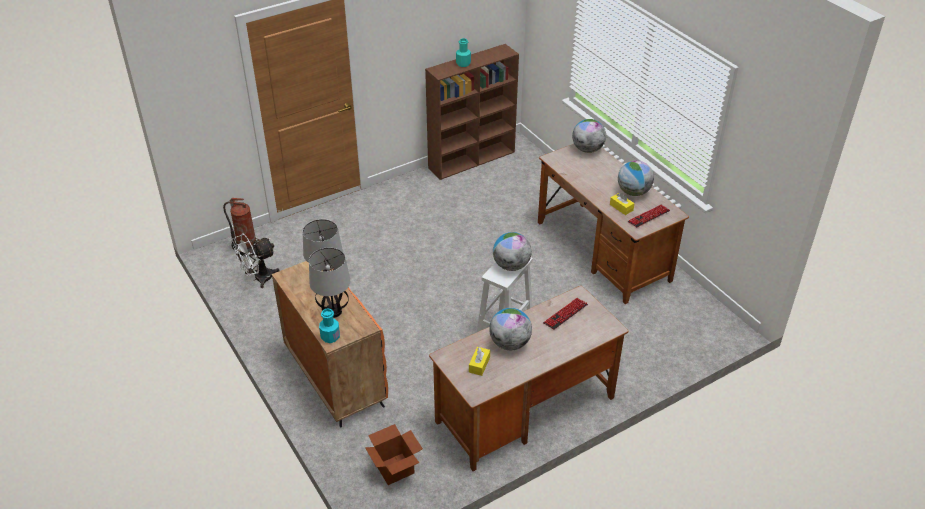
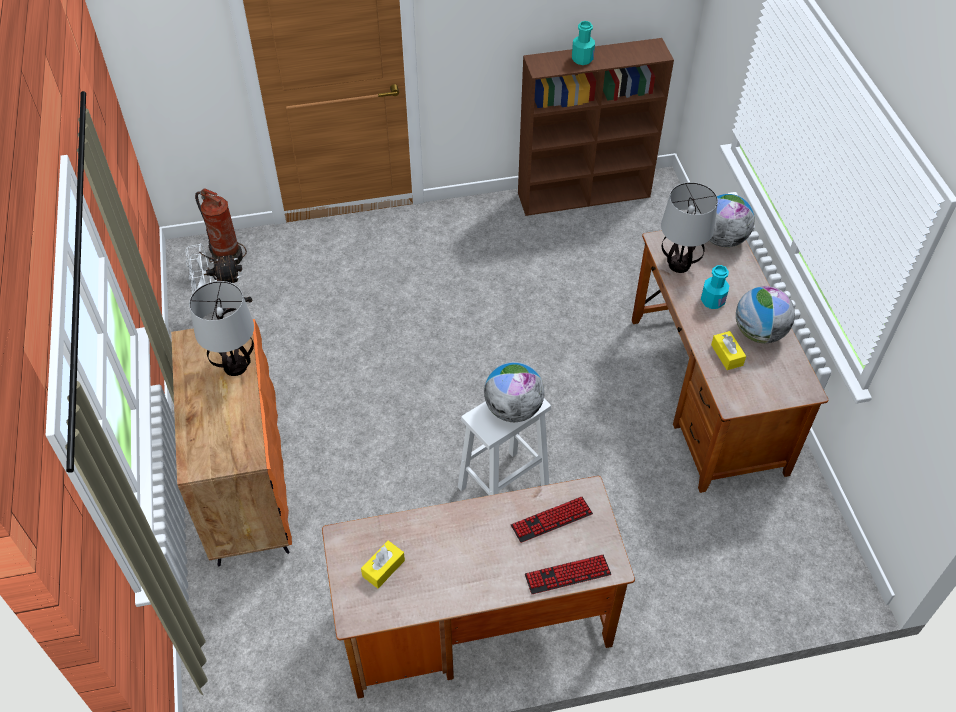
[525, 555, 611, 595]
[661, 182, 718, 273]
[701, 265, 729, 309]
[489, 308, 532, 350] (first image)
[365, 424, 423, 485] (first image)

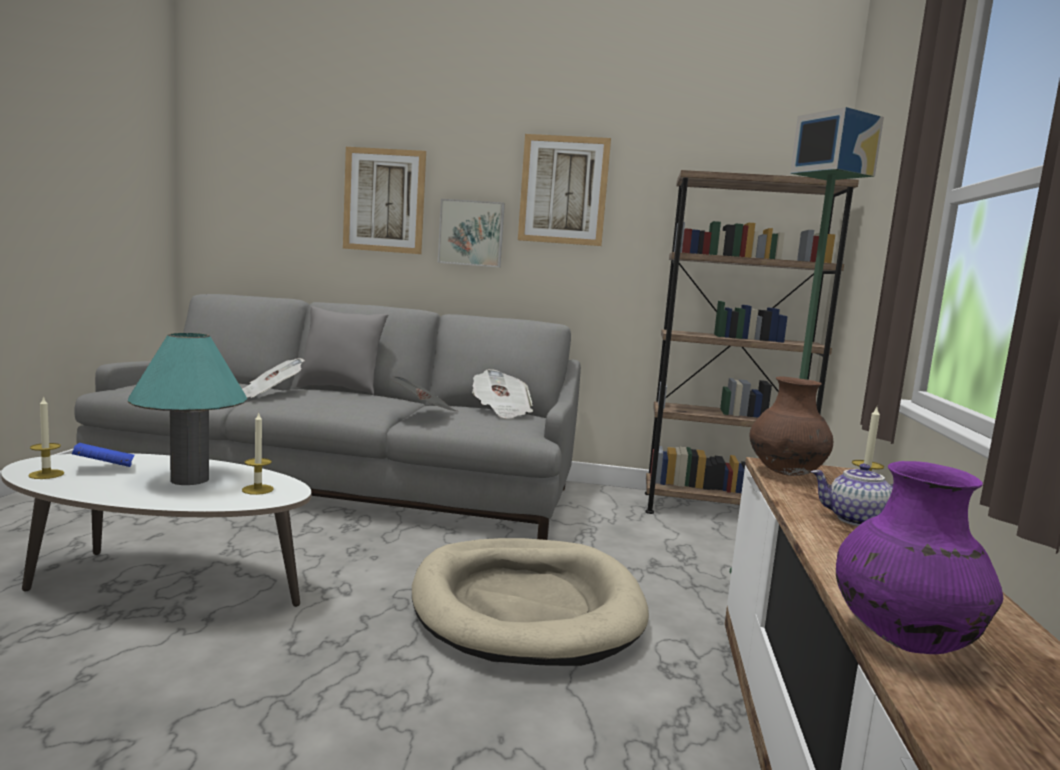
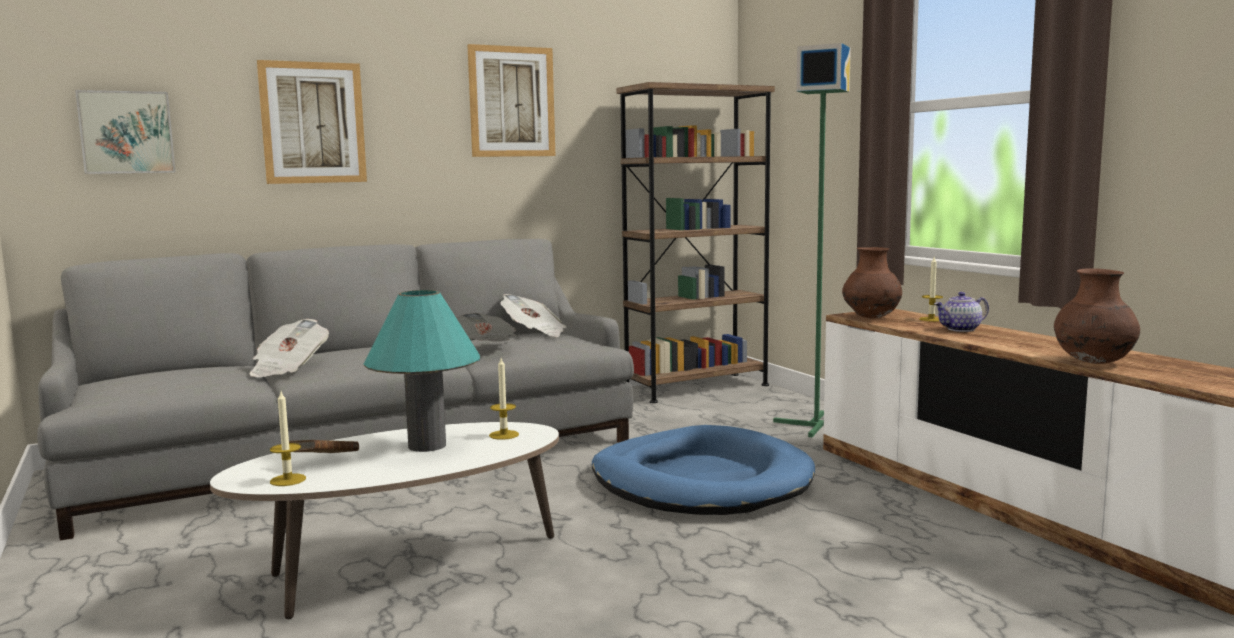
[75, 90, 176, 174]
[296, 306, 388, 395] (first image)
[289, 440, 359, 453]
[1054, 269, 1140, 364]
[592, 425, 815, 515]

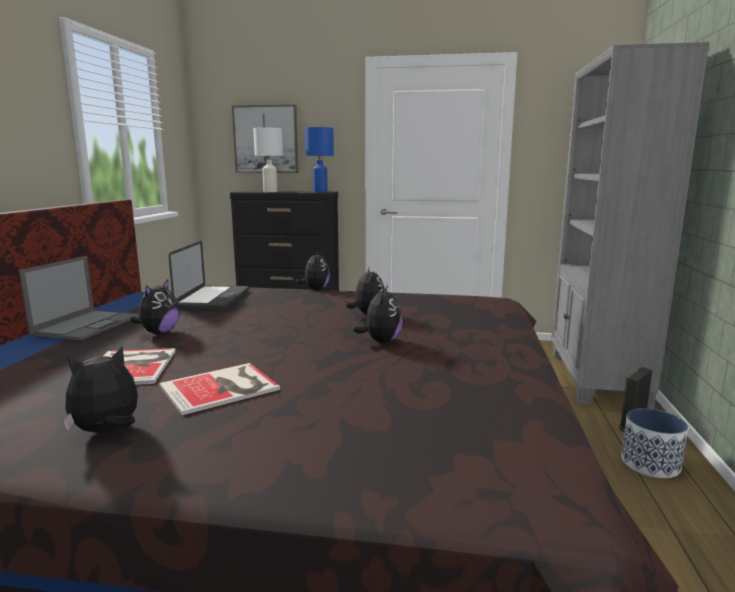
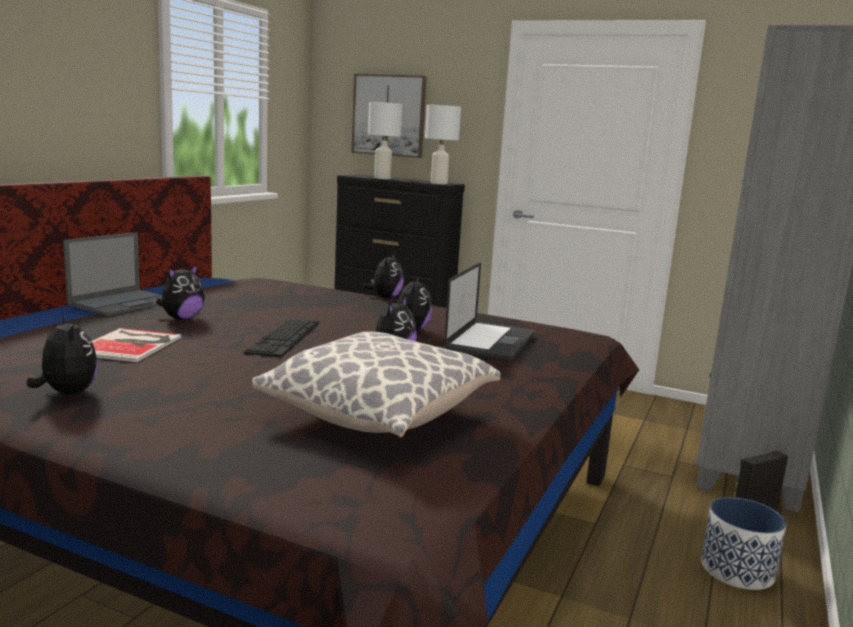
[425, 105, 461, 184]
[445, 262, 535, 361]
[27, 314, 98, 394]
[159, 363, 280, 415] (first image)
[244, 319, 319, 357]
[252, 332, 500, 437]

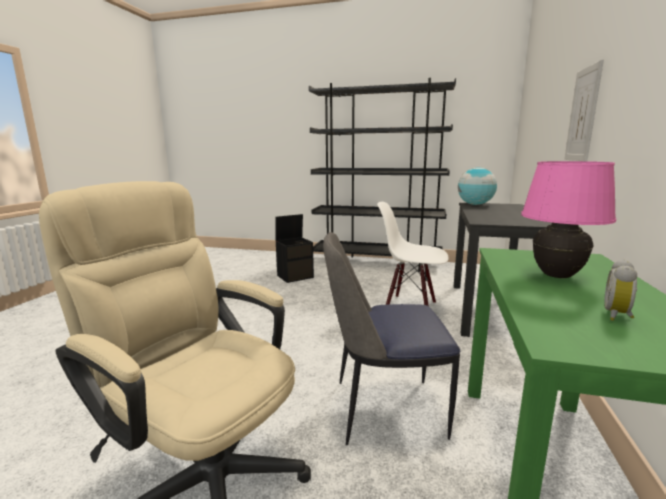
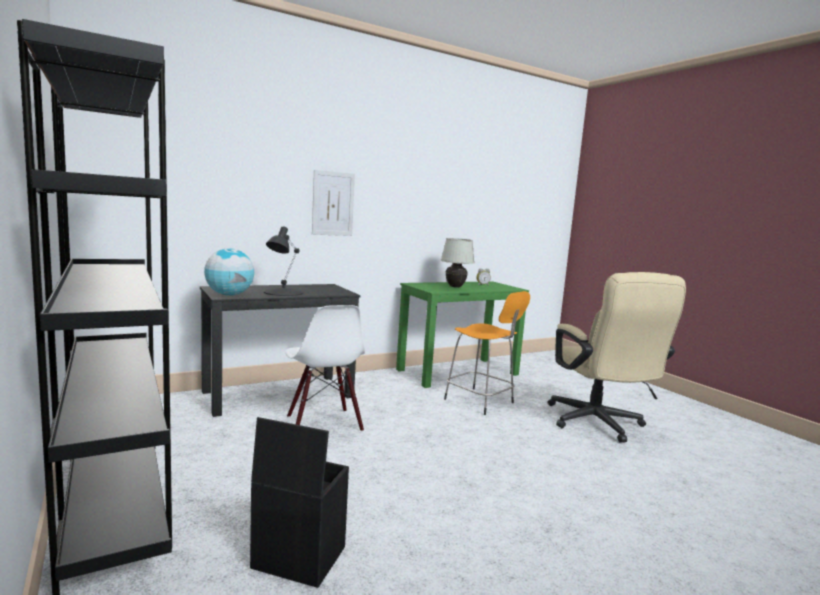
[441, 238, 474, 288]
[444, 291, 530, 415]
[264, 226, 303, 296]

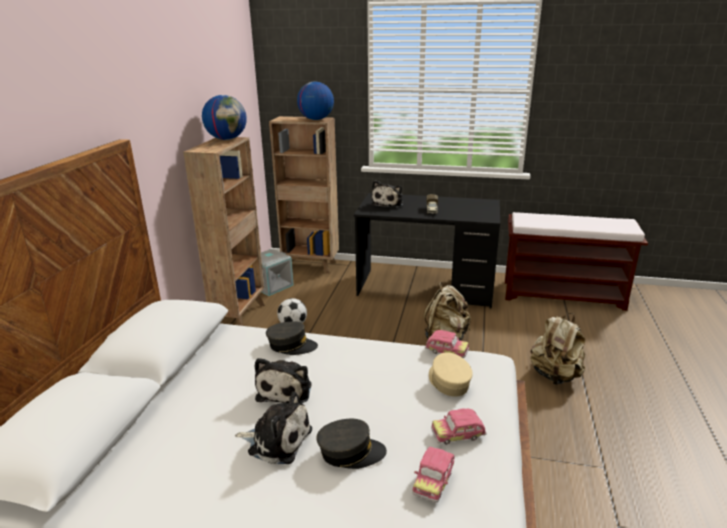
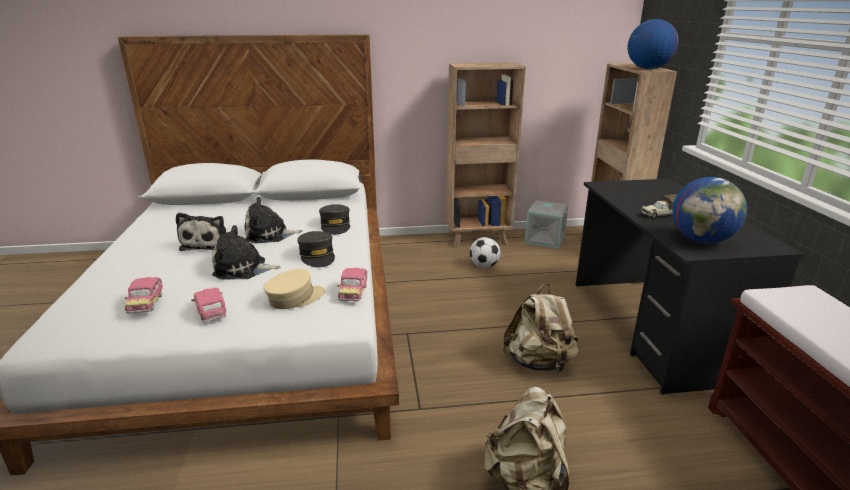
[672, 177, 747, 243]
[212, 225, 281, 280]
[297, 231, 335, 267]
[125, 277, 163, 313]

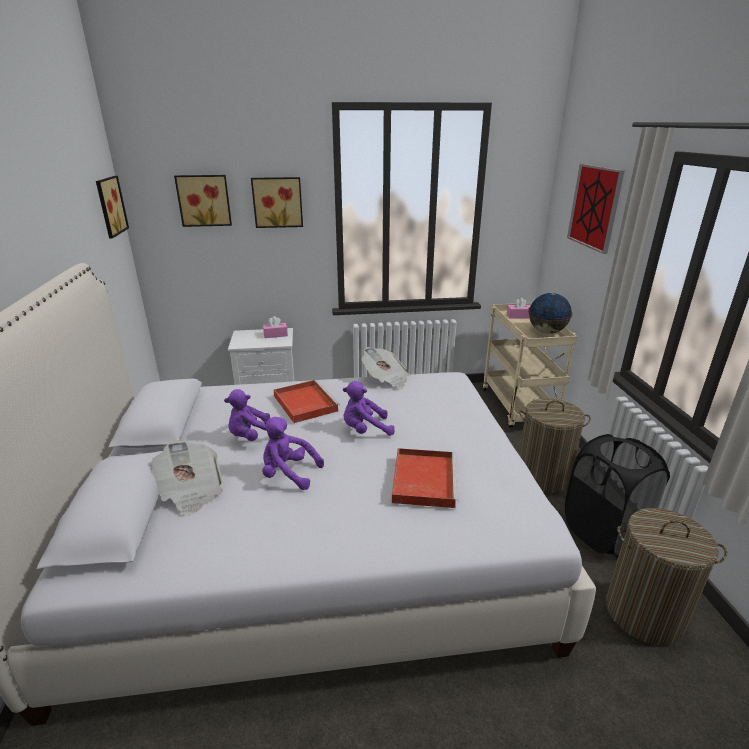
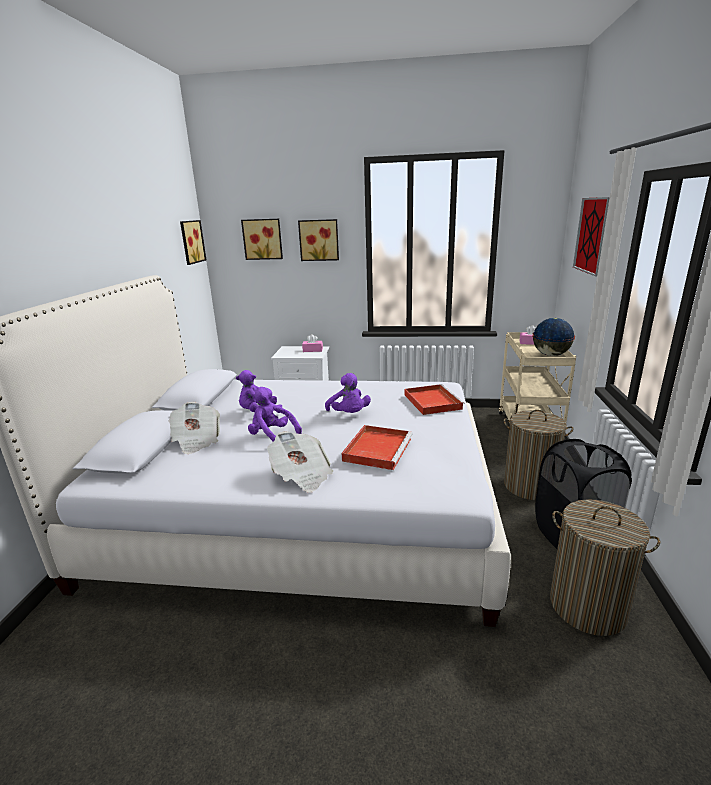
[267, 431, 333, 493]
[404, 384, 465, 415]
[325, 373, 371, 413]

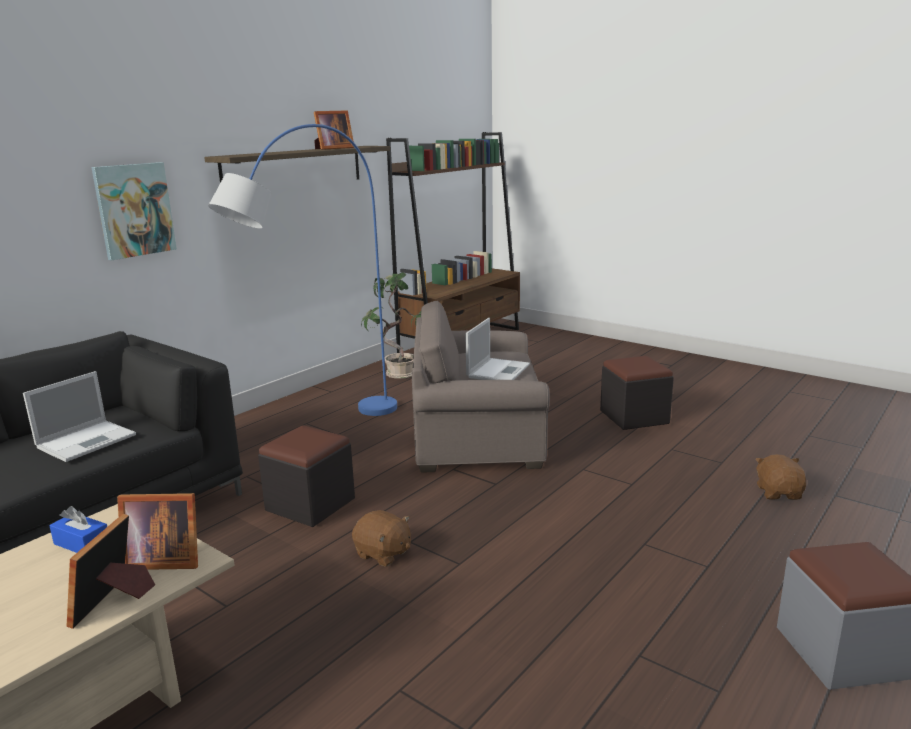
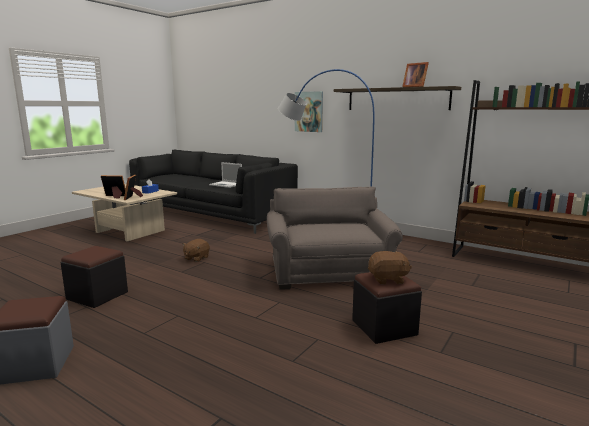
[361, 272, 421, 379] (first image)
[465, 318, 530, 380] (first image)
[61, 246, 128, 308]
[368, 251, 412, 284]

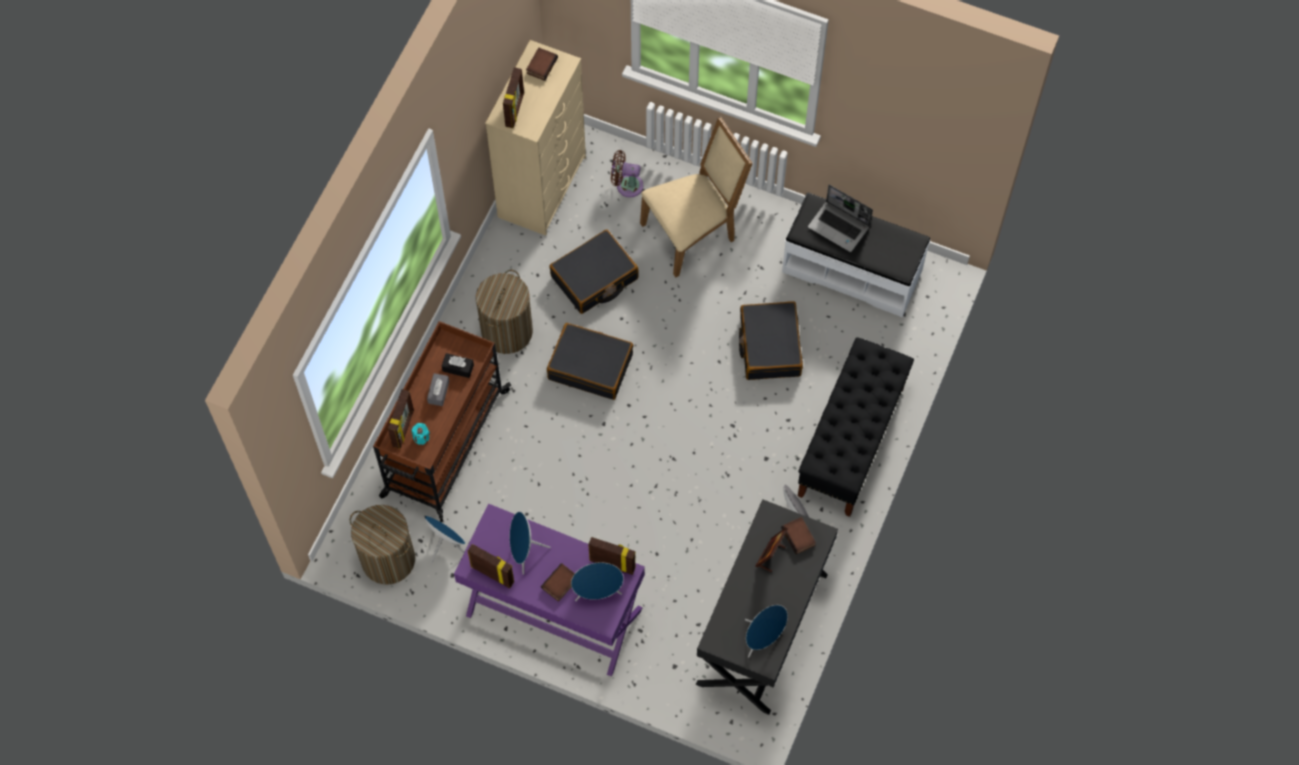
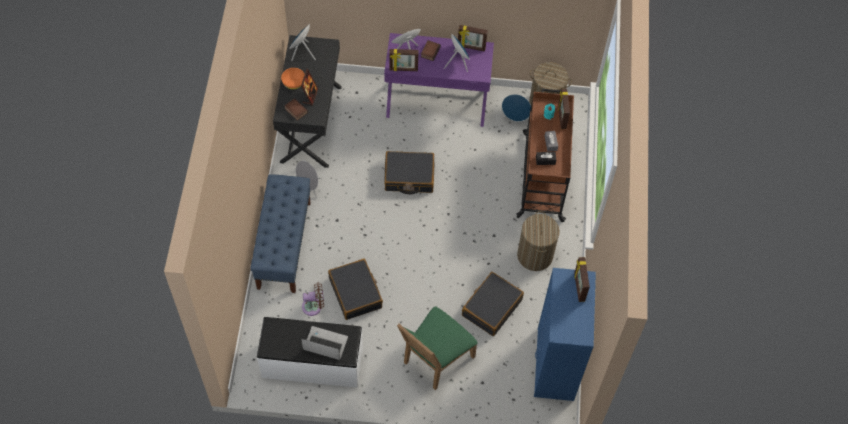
[534, 268, 596, 401]
[526, 48, 558, 81] (first image)
[397, 306, 478, 390]
[302, 282, 324, 316]
[384, 151, 434, 194]
[250, 174, 311, 293]
[281, 68, 305, 89]

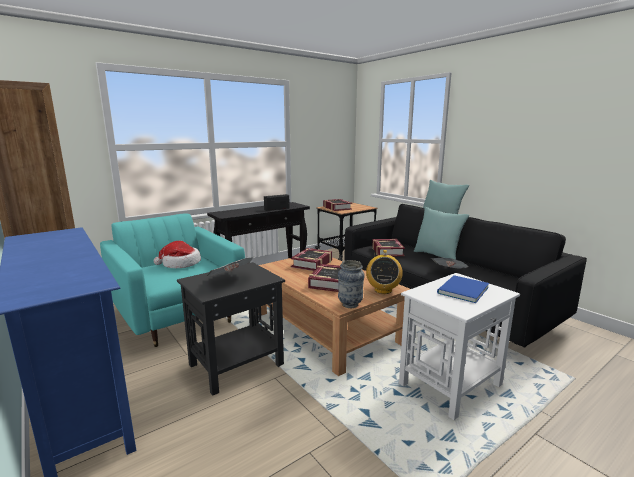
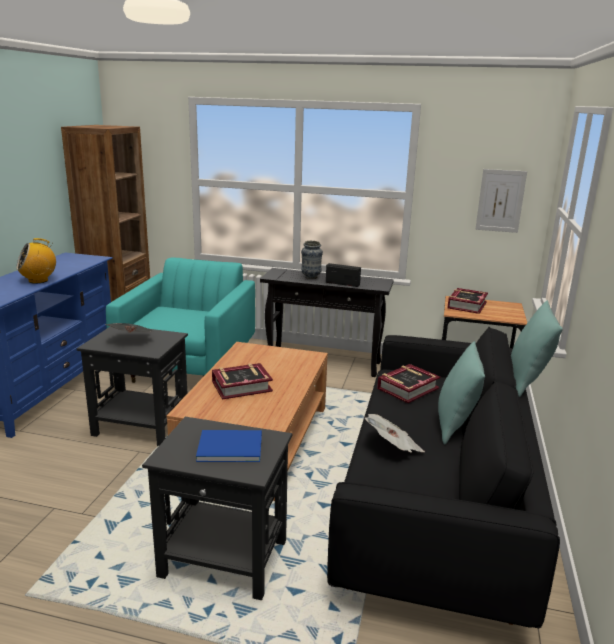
[153, 241, 201, 268] (first image)
[291, 248, 332, 271] (first image)
[16, 238, 56, 284]
[301, 241, 323, 279]
[142, 417, 293, 600]
[475, 169, 527, 233]

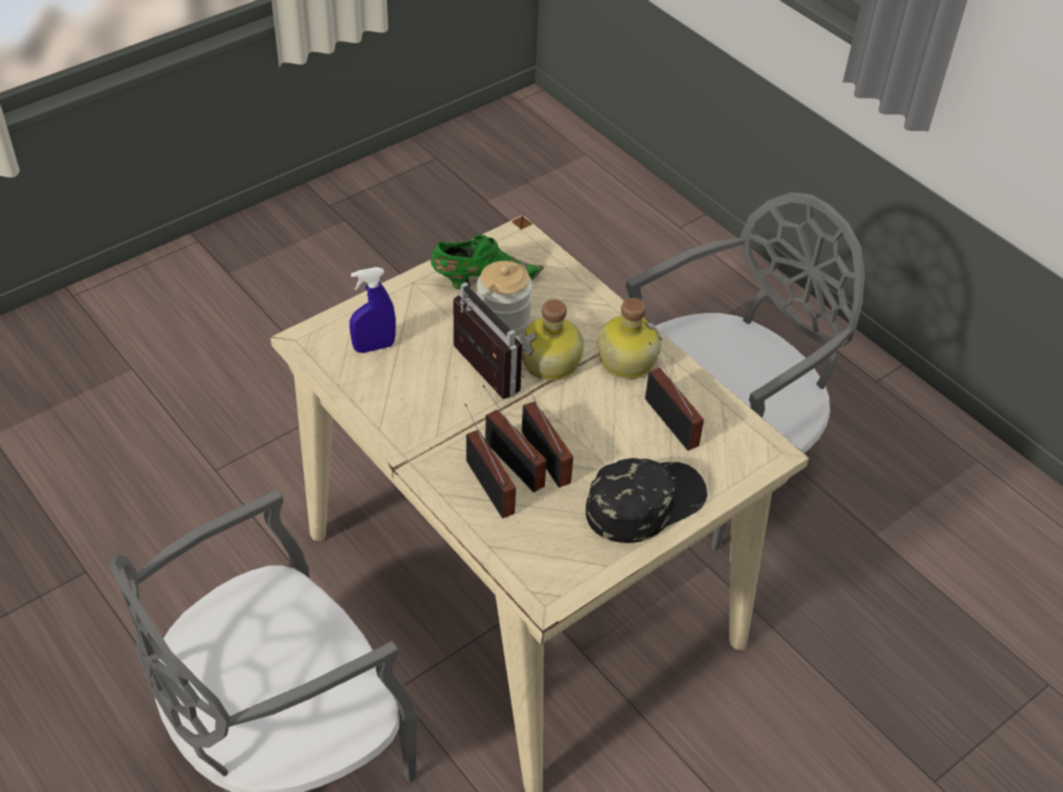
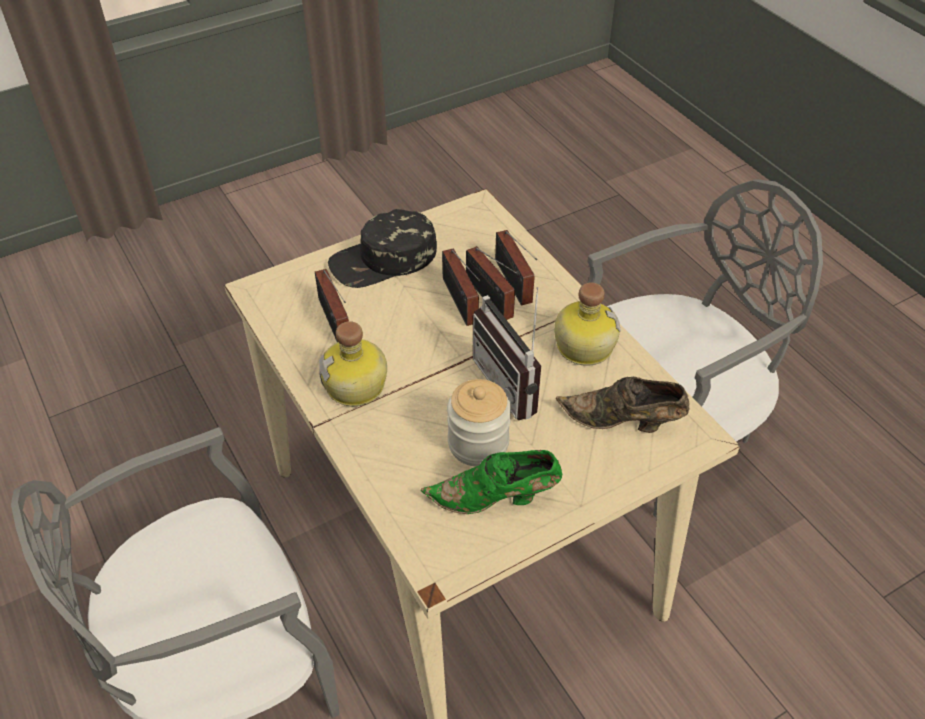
[556, 377, 689, 433]
[554, 282, 621, 366]

